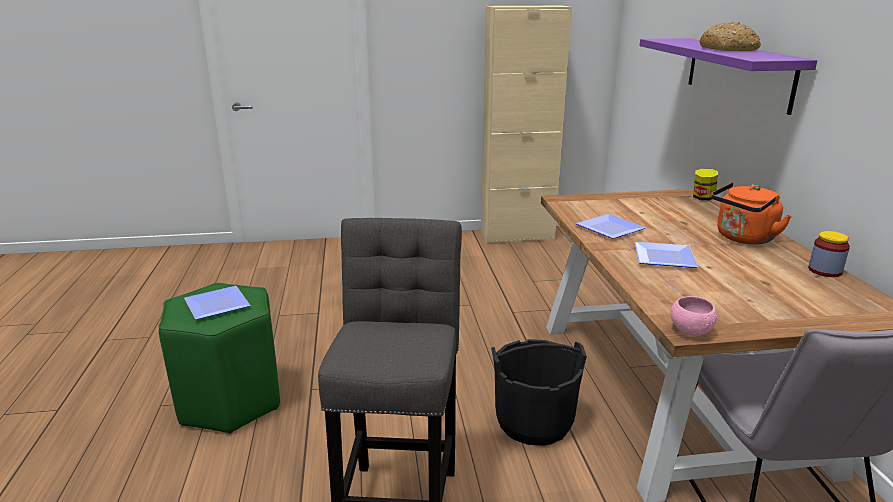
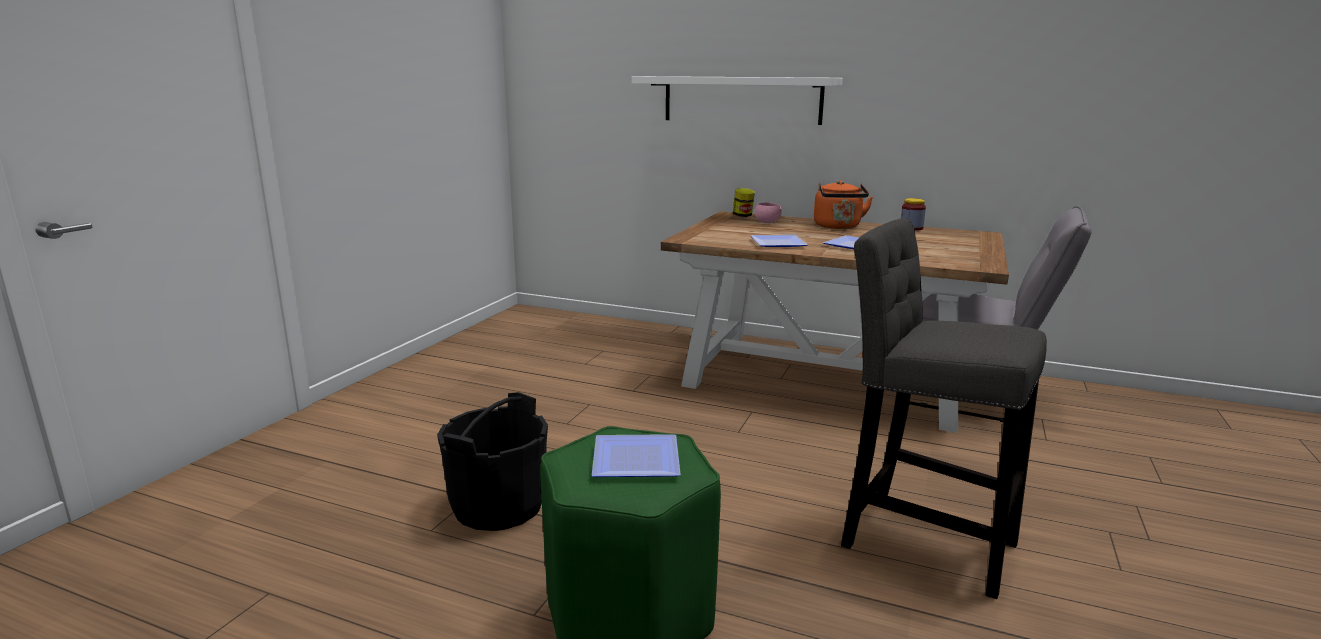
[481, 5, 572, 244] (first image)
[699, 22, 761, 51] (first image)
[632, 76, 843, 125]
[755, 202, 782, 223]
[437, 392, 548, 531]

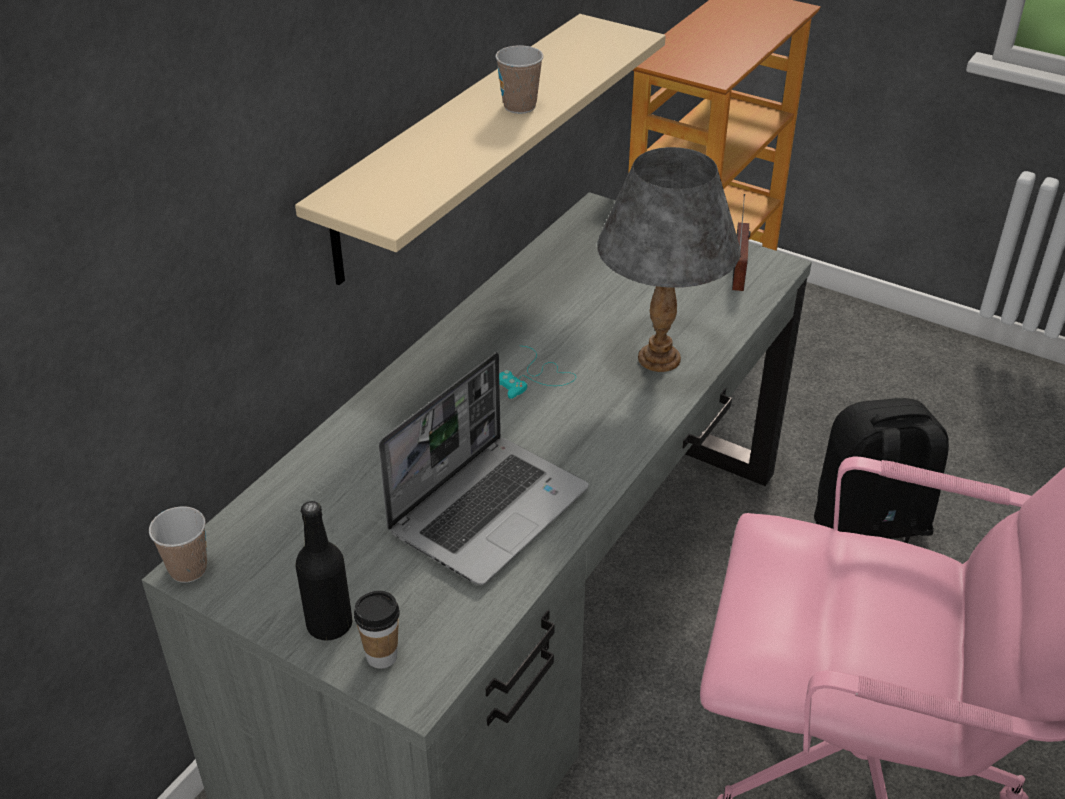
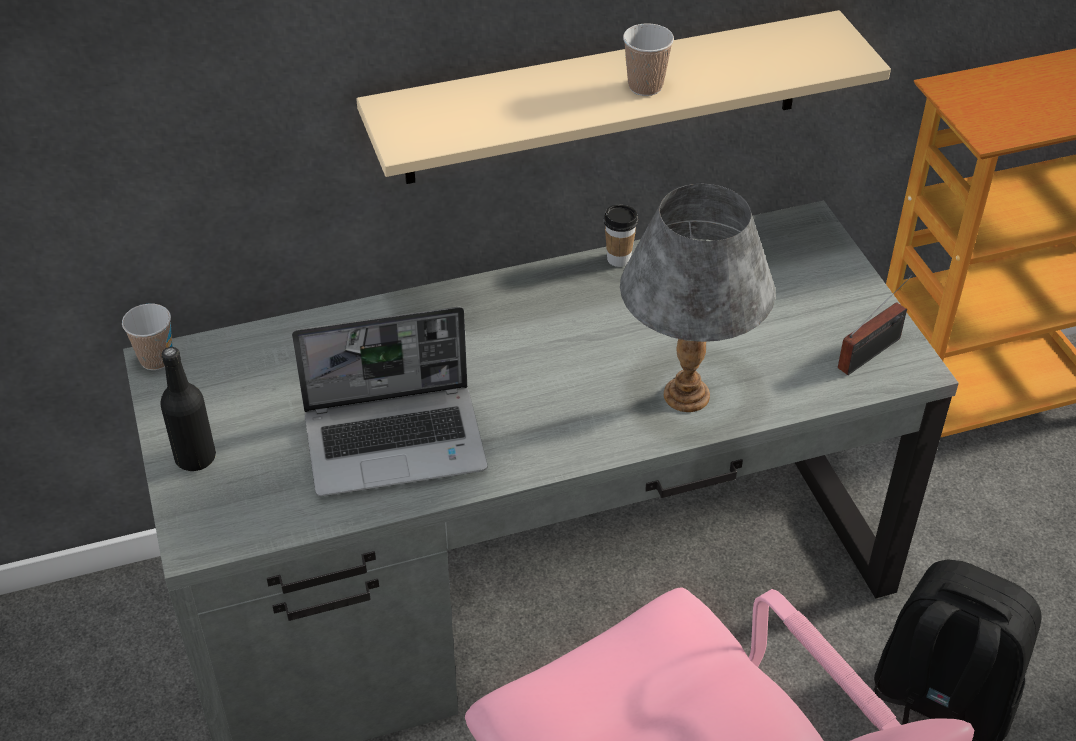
[499, 346, 576, 399] (first image)
[604, 205, 638, 267]

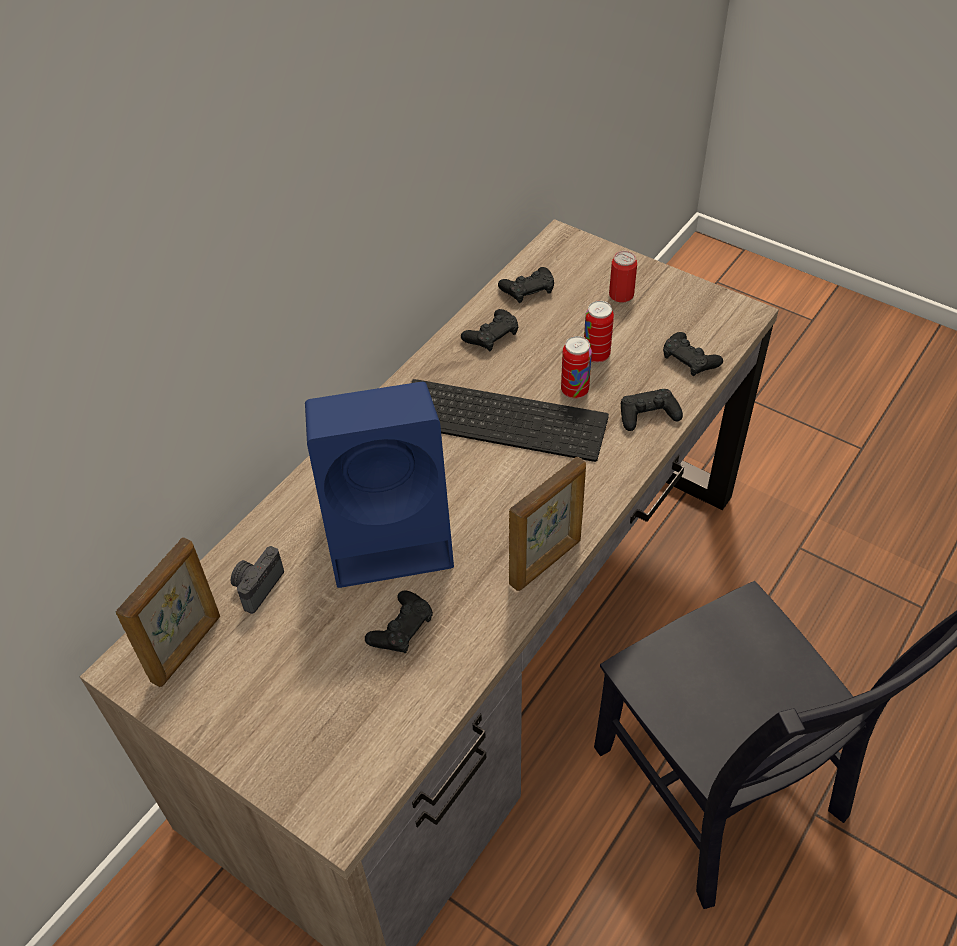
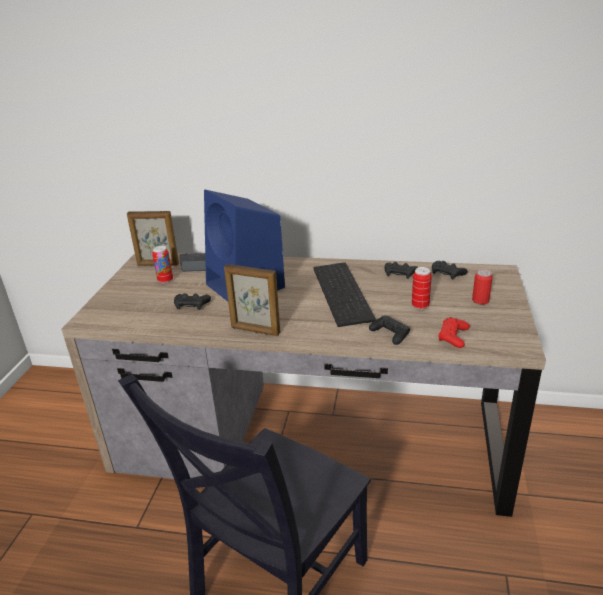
[438, 317, 470, 348]
[152, 246, 173, 283]

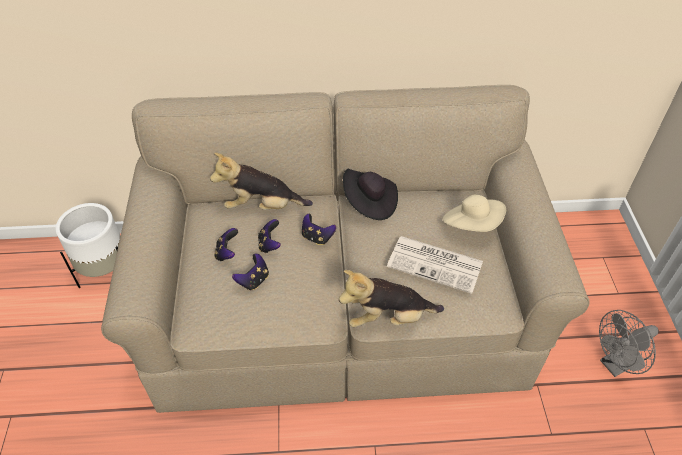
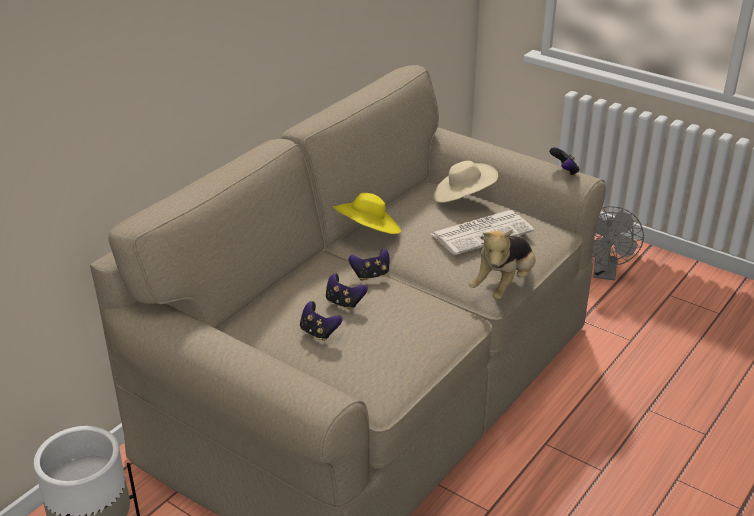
[210, 153, 313, 210] (first image)
[333, 193, 401, 234]
[549, 147, 579, 176]

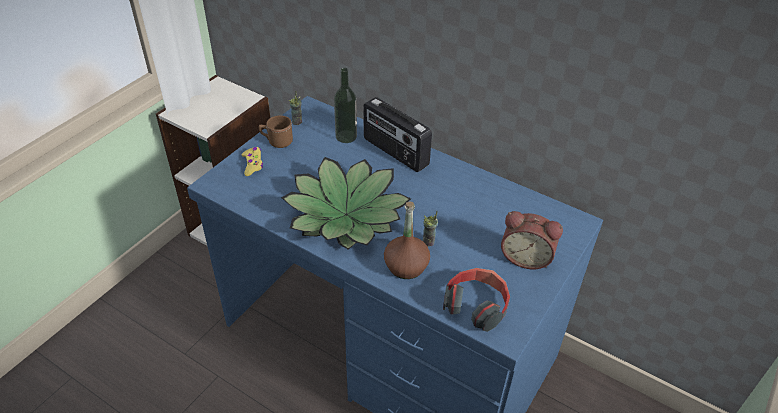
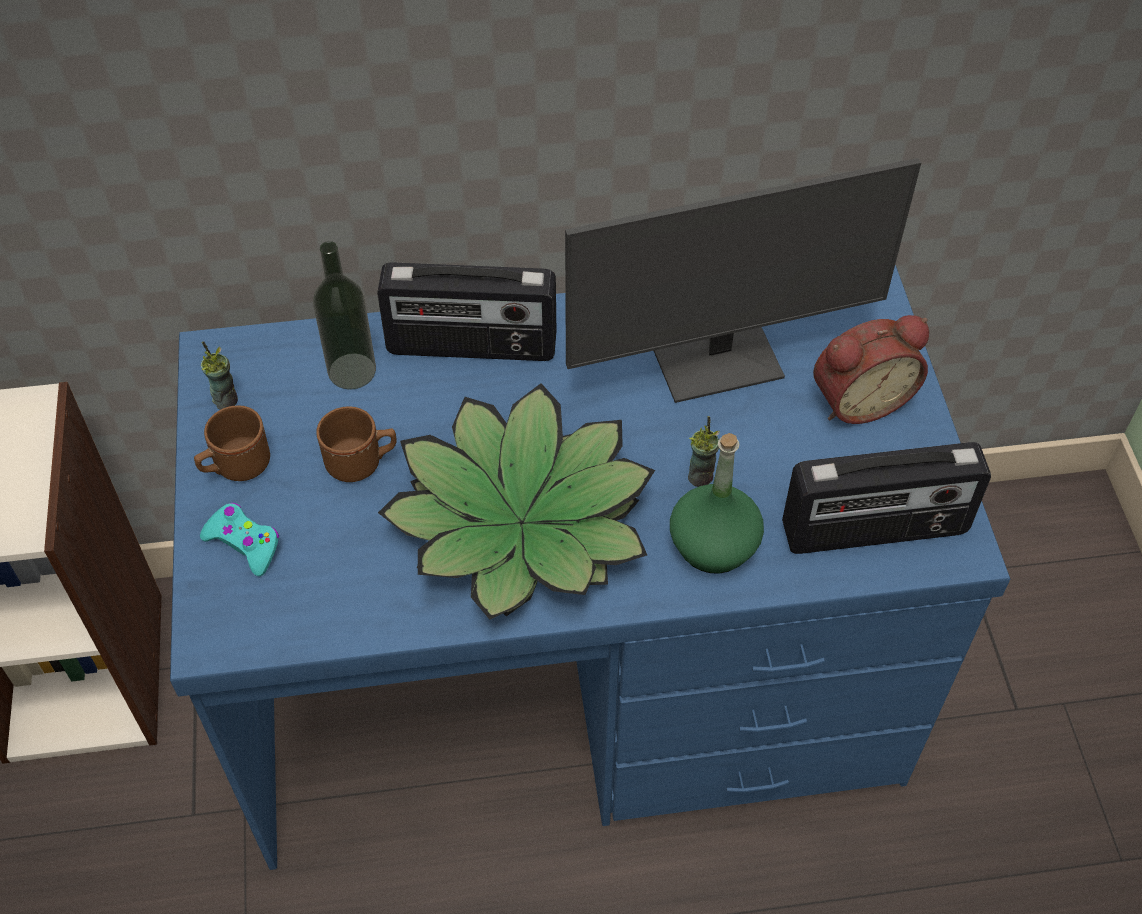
[200, 503, 279, 577]
[670, 433, 764, 574]
[782, 442, 991, 554]
[565, 158, 921, 403]
[316, 406, 397, 482]

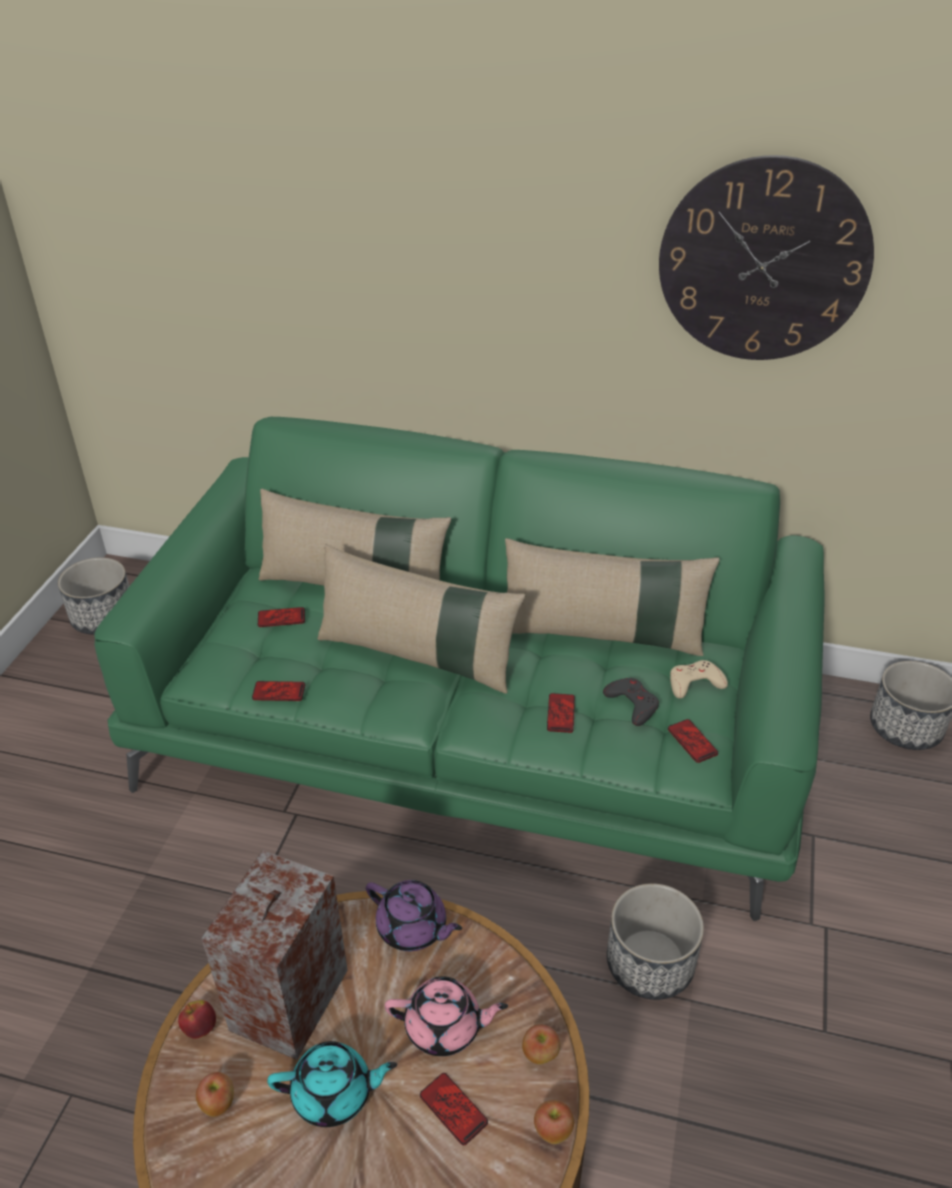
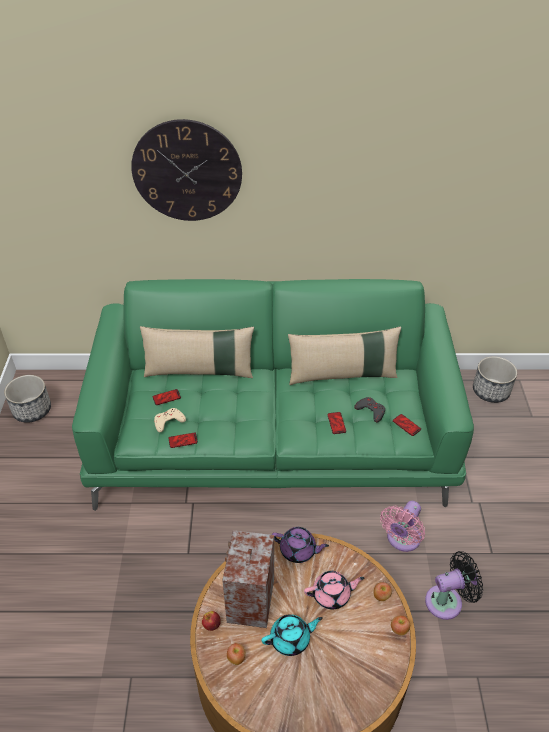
[131, 119, 242, 221]
[317, 545, 525, 694] (first image)
[154, 408, 186, 432]
[380, 501, 425, 552]
[420, 1073, 488, 1145] (first image)
[425, 551, 483, 620]

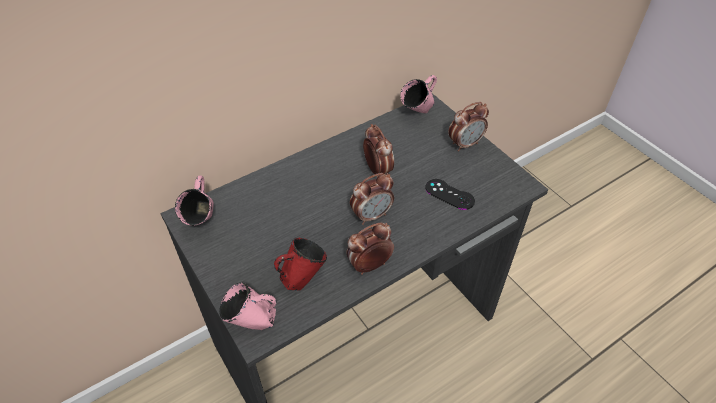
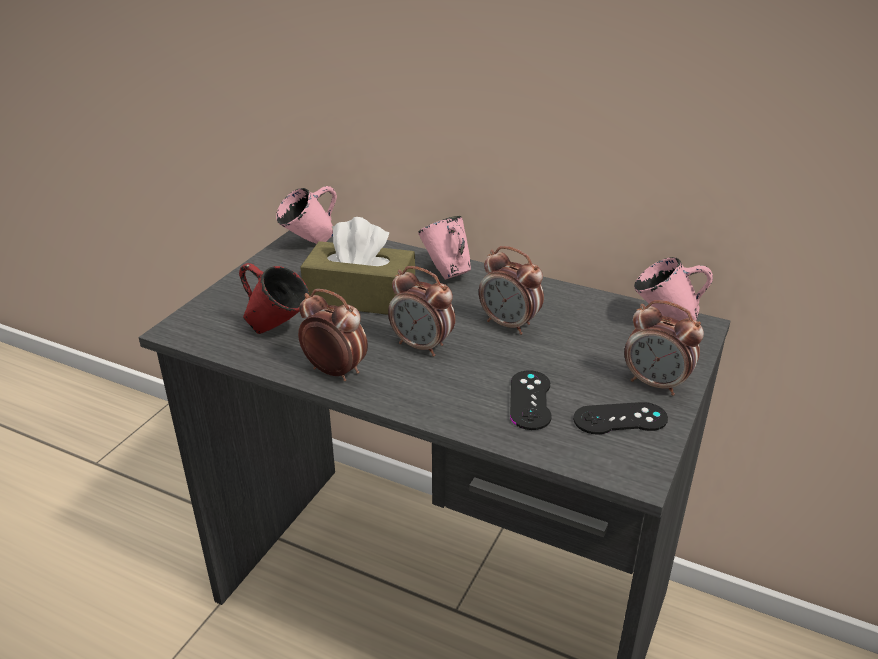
[479, 246, 544, 335]
[418, 216, 471, 280]
[300, 217, 415, 315]
[573, 402, 668, 435]

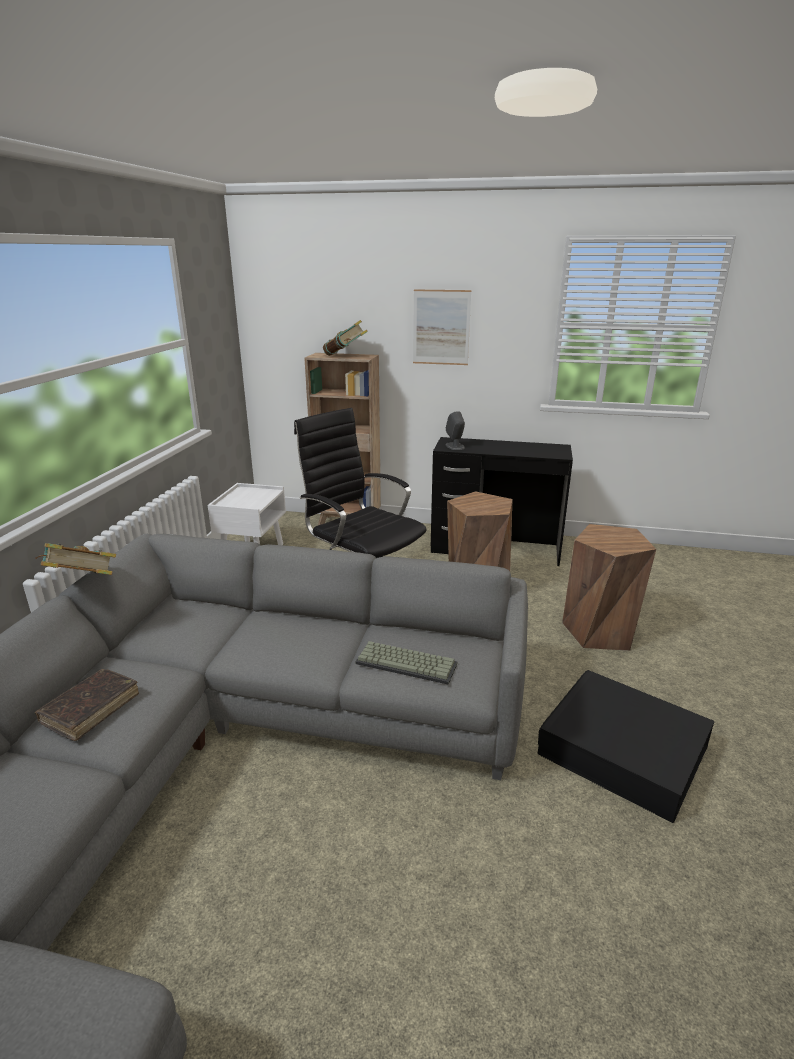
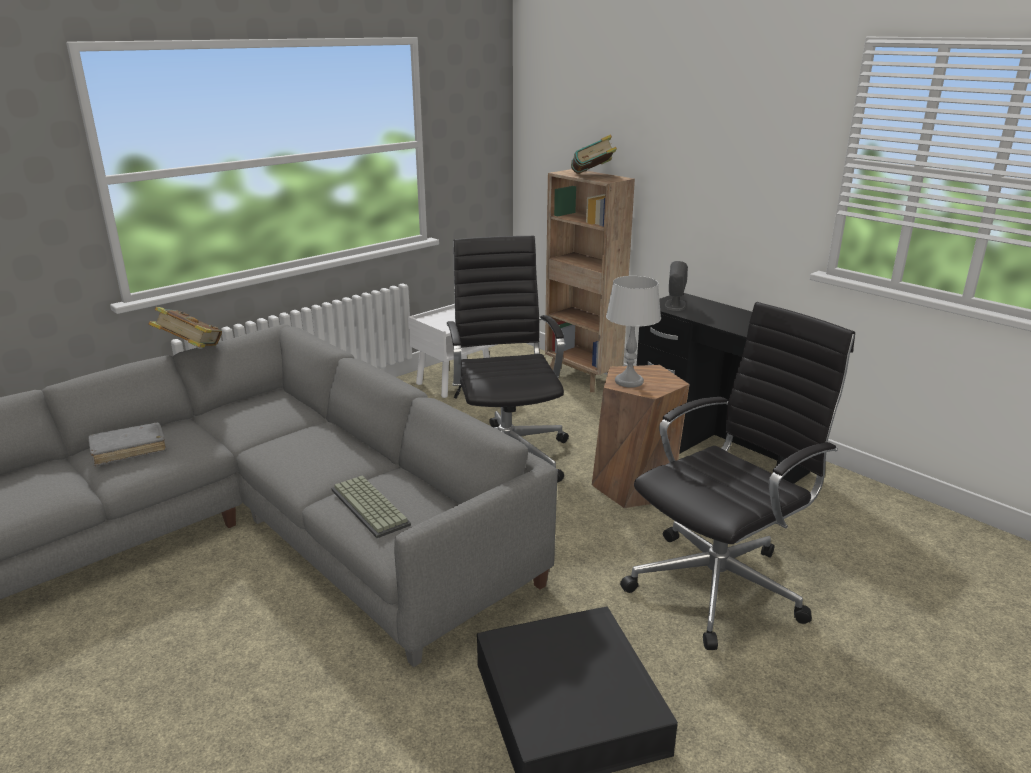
[413, 289, 471, 365] (first image)
[620, 302, 855, 650]
[88, 423, 167, 466]
[606, 276, 661, 388]

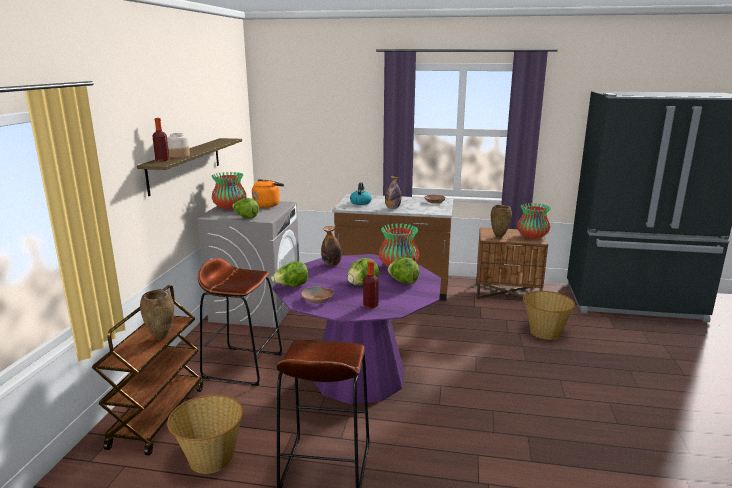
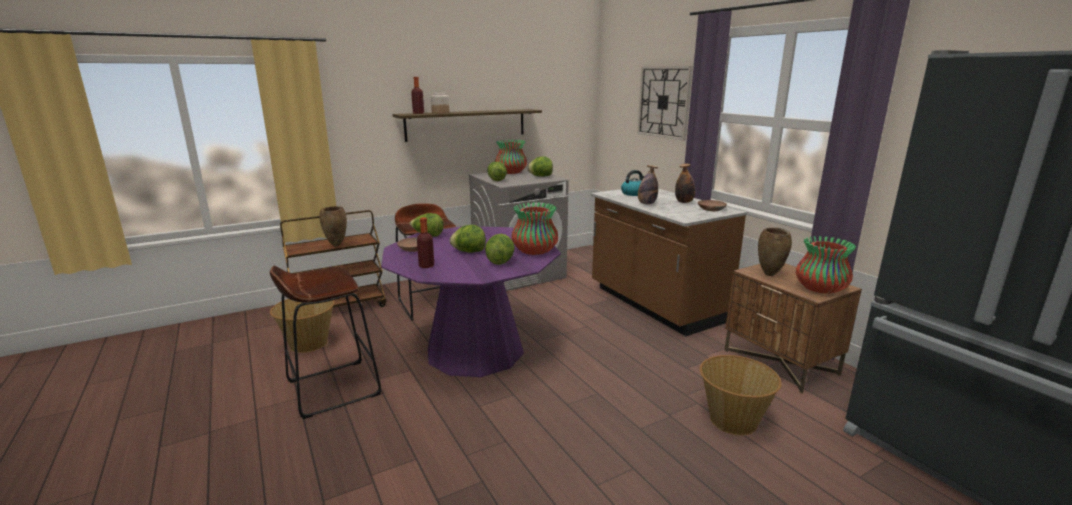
[527, 156, 553, 177]
[675, 164, 695, 203]
[637, 66, 693, 141]

